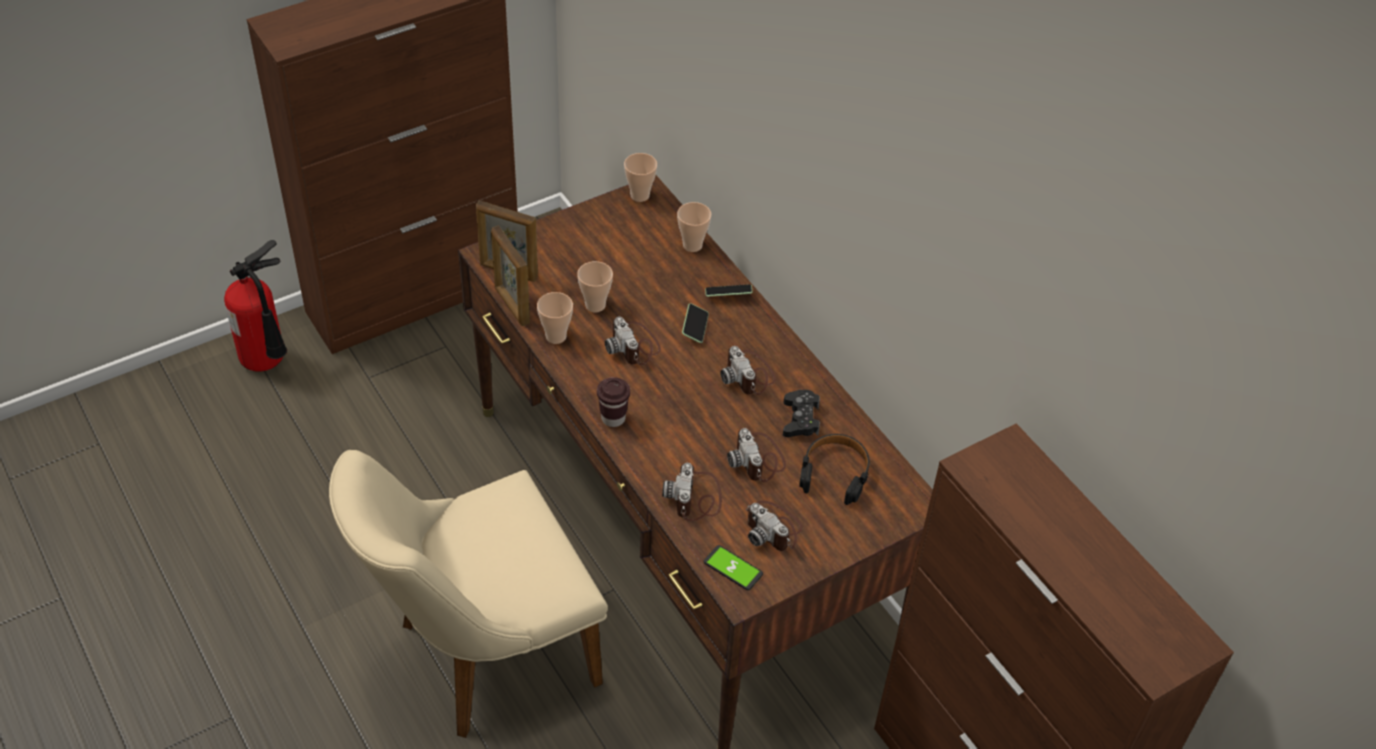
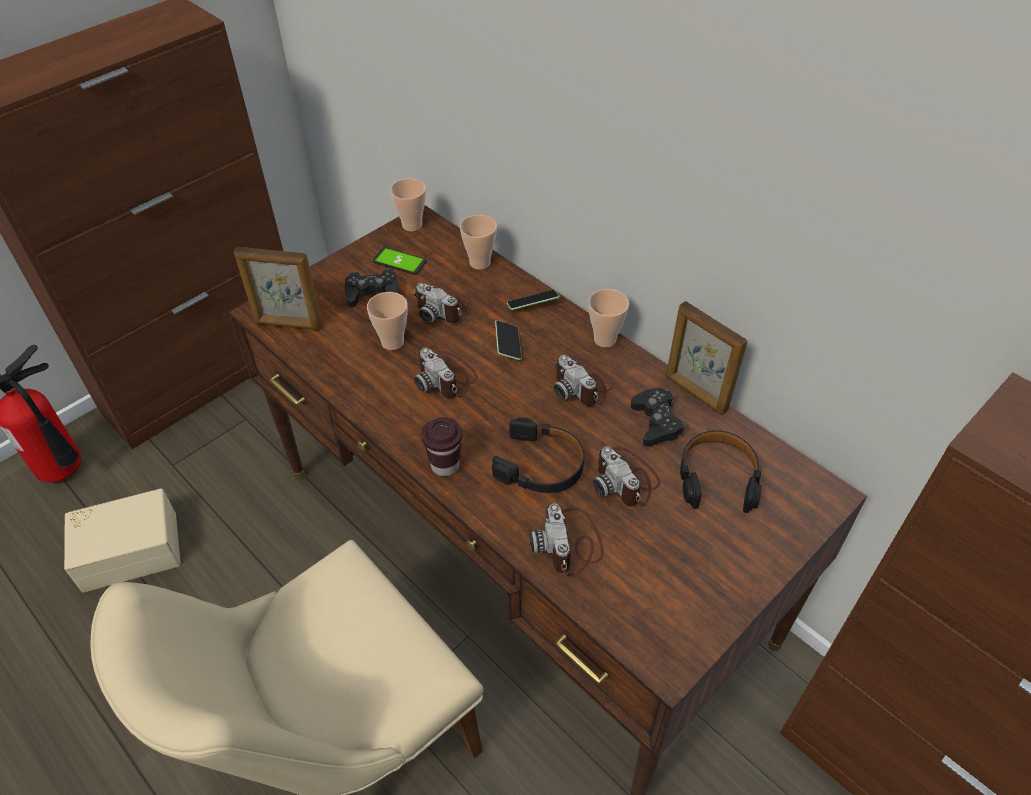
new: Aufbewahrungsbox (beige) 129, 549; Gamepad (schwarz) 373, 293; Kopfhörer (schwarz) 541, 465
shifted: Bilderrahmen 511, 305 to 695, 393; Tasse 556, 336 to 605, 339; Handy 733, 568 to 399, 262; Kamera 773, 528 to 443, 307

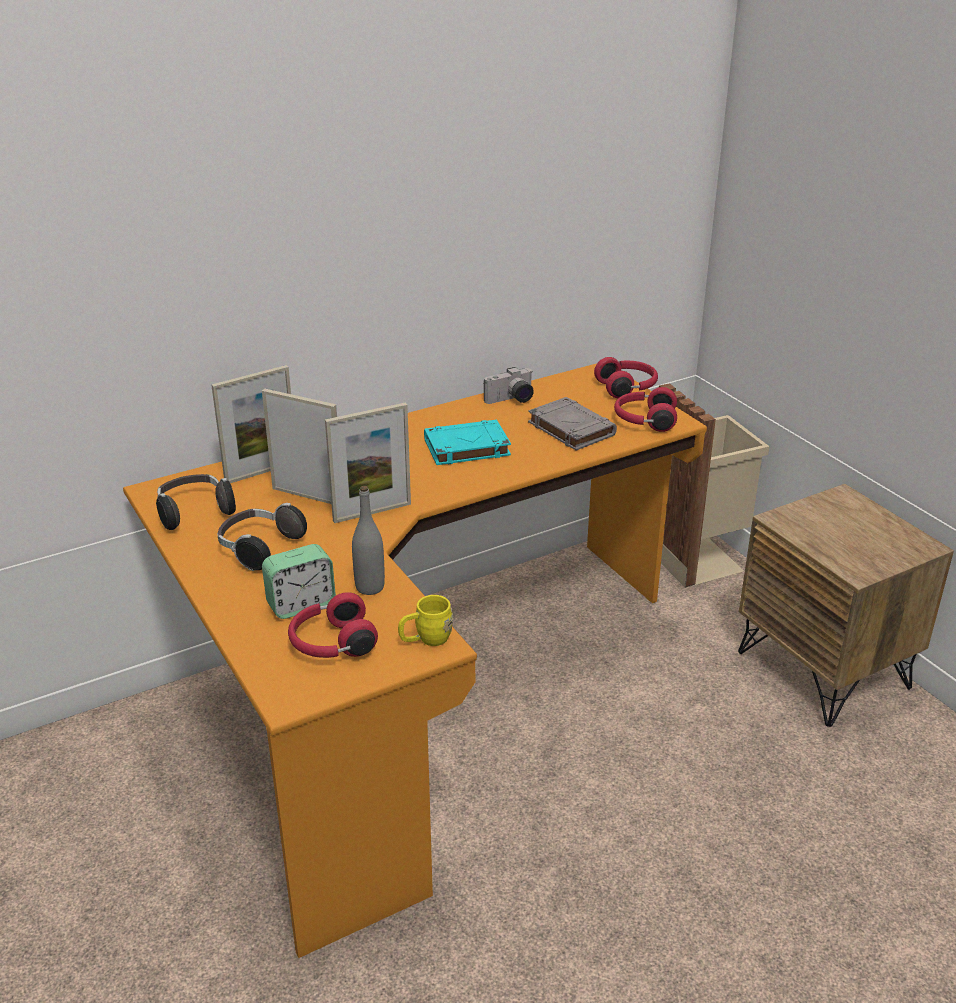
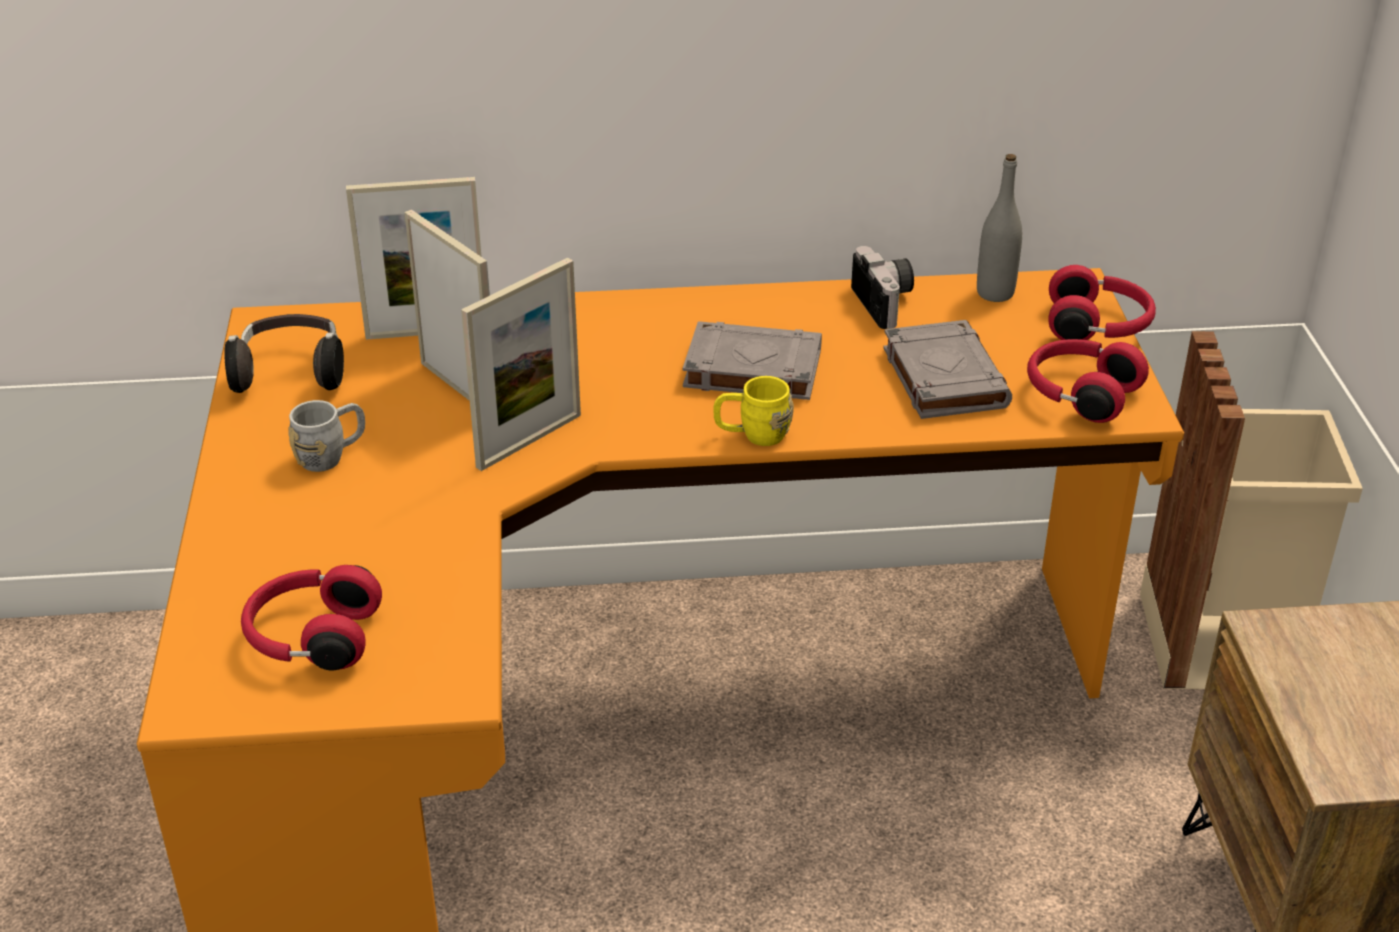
gone: Wecker 301, 604
shifted: Flasche (grau) 370, 587 to 995, 293; Henkelbecher (gelb) 426, 639 to 753, 435
swapped: Kopfhörer 259, 549 to Henkelbecher (grau) 331, 455
repainted: Buch (türkis) 466, 448 to Buch (grau) 751, 369
rotated: Bilderrahmen 372, 512 = 529, 441 45 degrees counterclockwise; Kamera 511, 400 = 887, 303 105 degrees counterclockwise

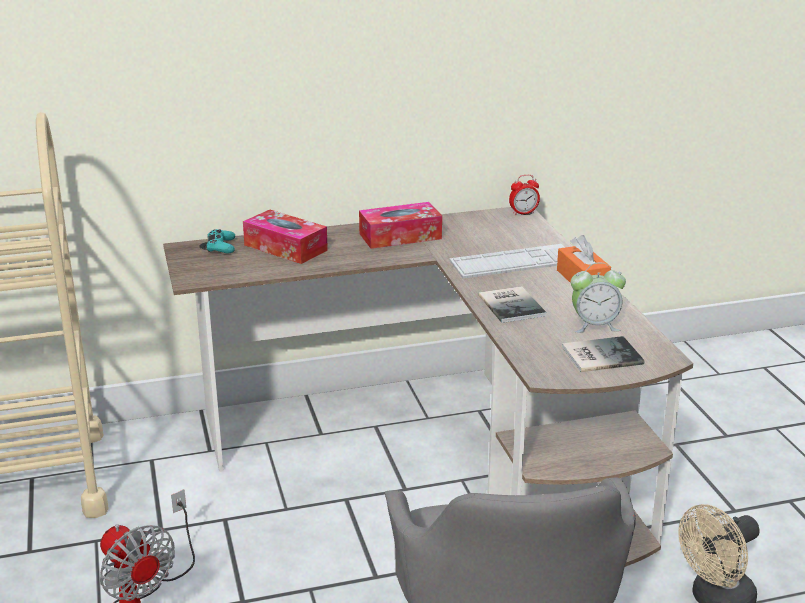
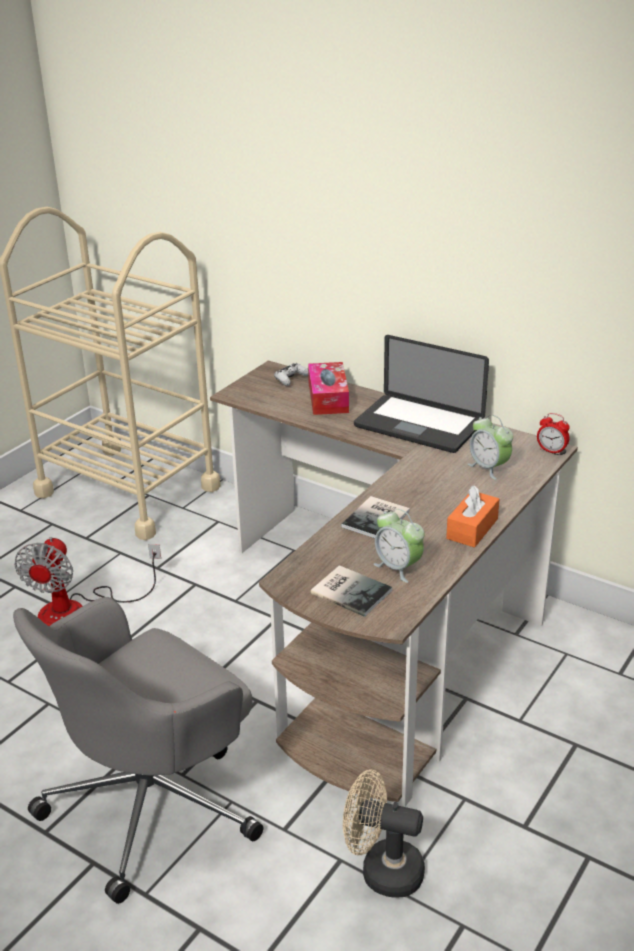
gone: Tastatur 513, 262
new: Wecker 489, 468
swapped: Taschentuchbox 400, 236 to Laptop 418, 425
repainted: Gamepad (türkis) 221, 247 to Gamepad (weiß) 291, 378

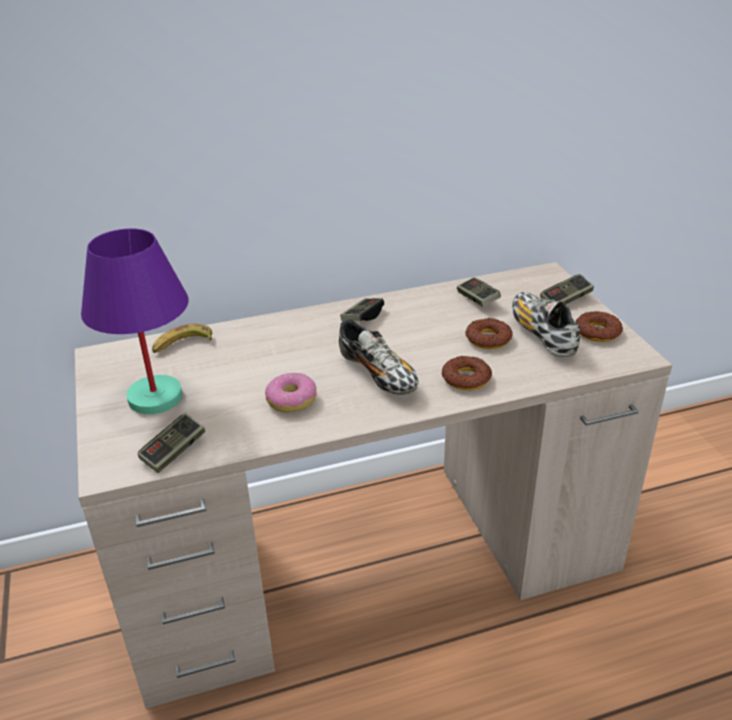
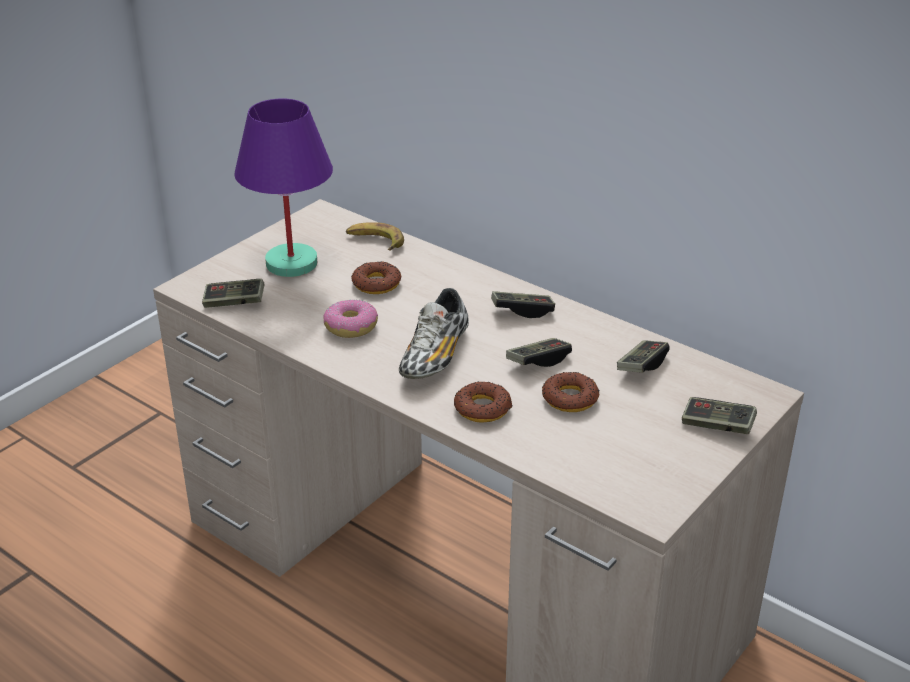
gone: Schuh 542, 334
new: Gamepad 538, 361
shifted: Donut 597, 332 to 376, 283

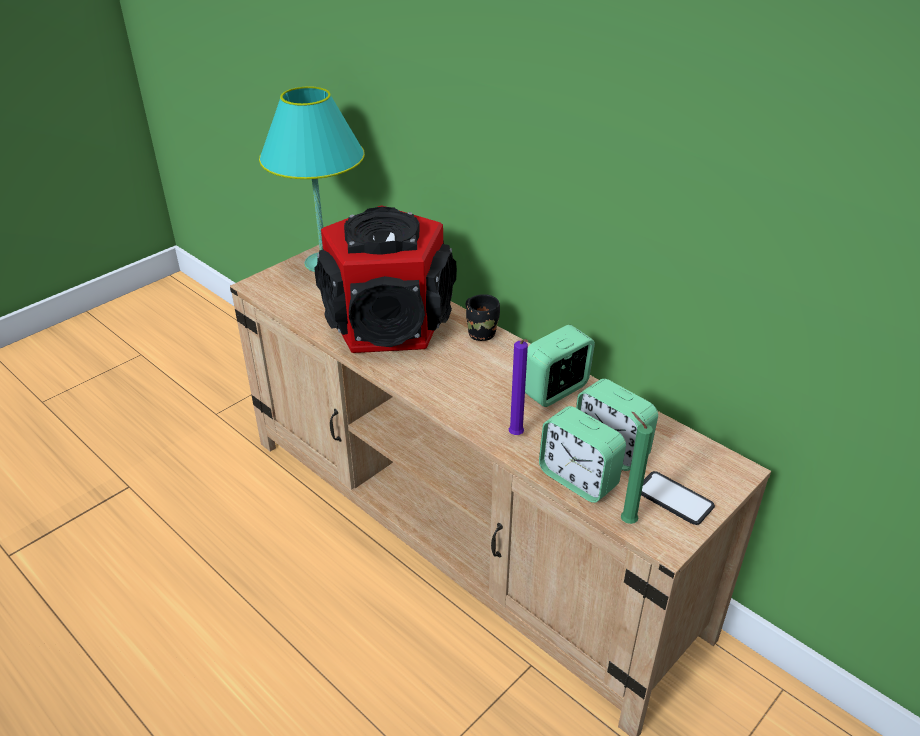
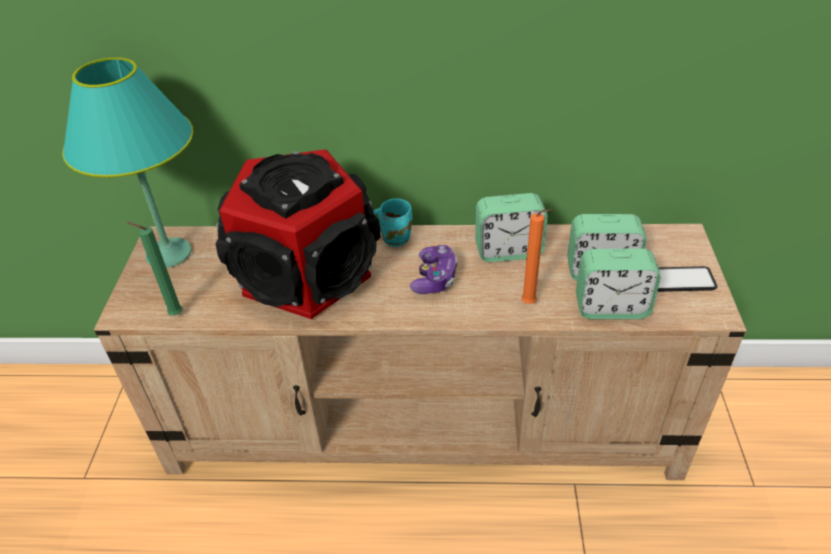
new: Gamepad 435, 278
shifted: Kerze (grün) 625, 521 to 174, 315
repainted: Henkelbecher (schwarz) 482, 333 to Henkelbecher (türkis) 394, 237; Kerze (lila) 516, 436 to Kerze (orange) 530, 304
rotated: Wecker 555, 390 = 508, 250 105 degrees counterclockwise

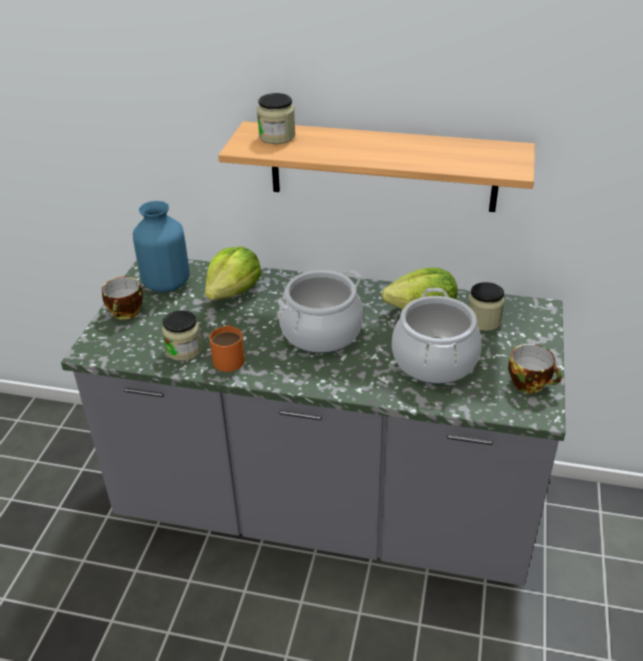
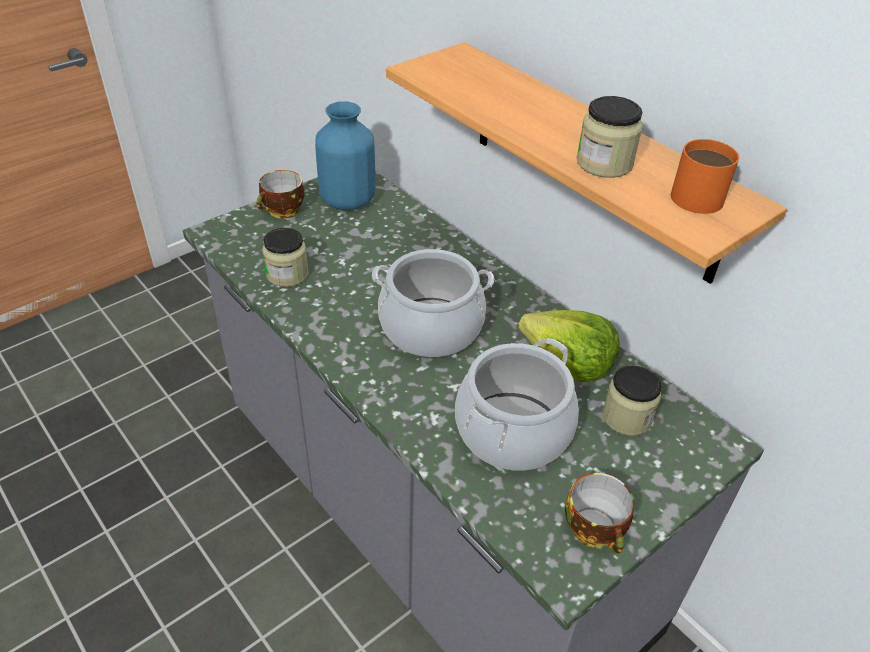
gone: Salatkopf 233, 291
shifted: Henkelbecher (orange) 229, 356 to 701, 193; Vorratsglas 277, 137 to 604, 163

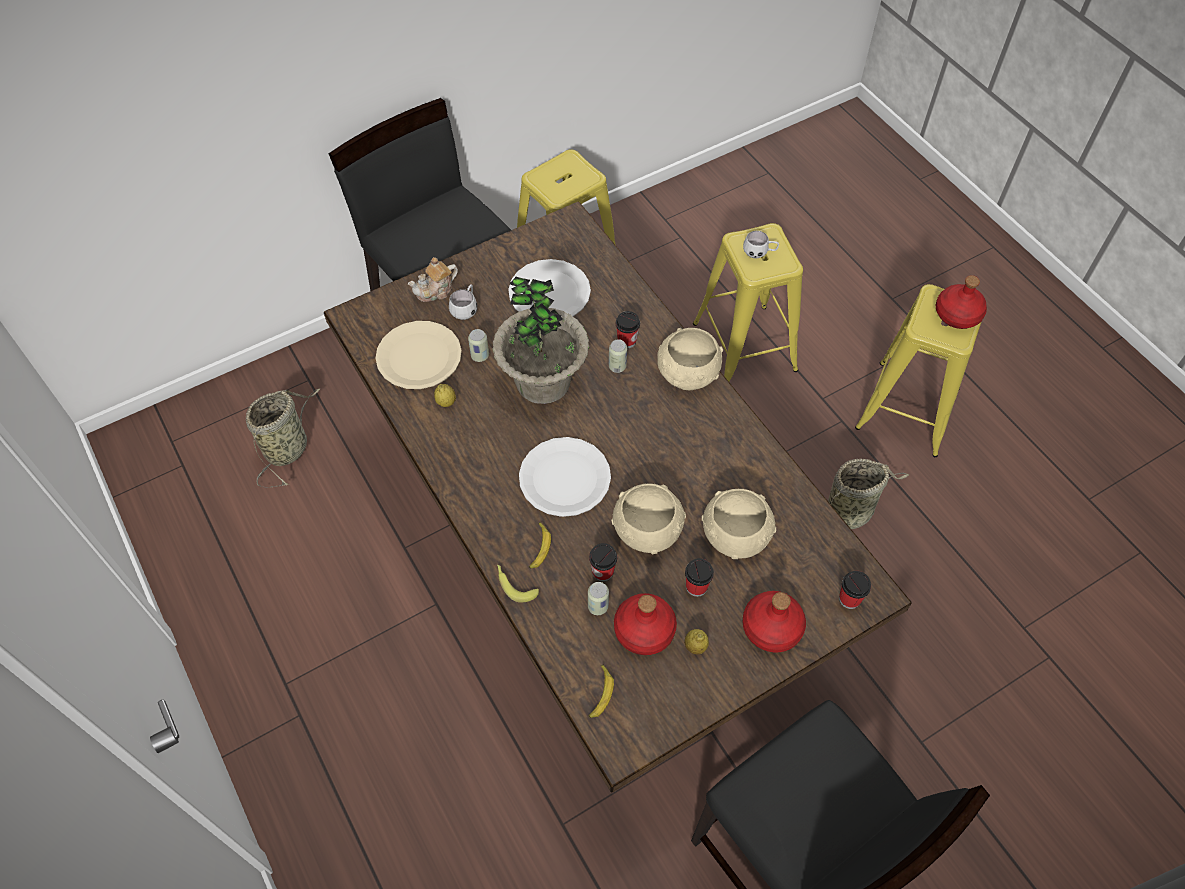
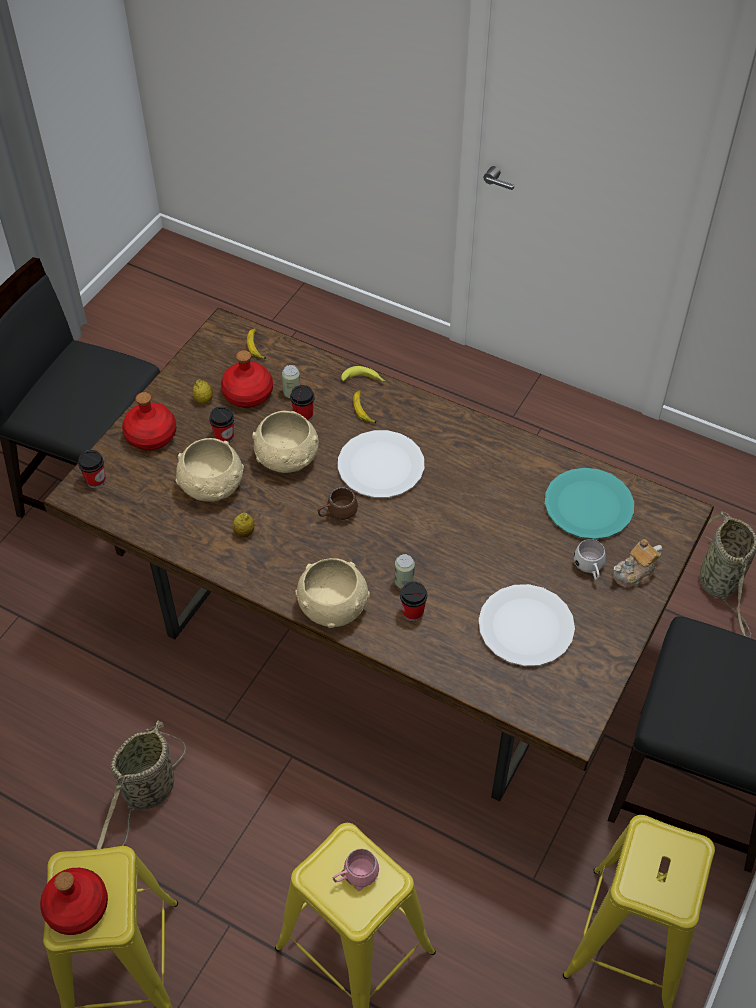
gone: Dose 480, 356; Topfpflanze 543, 382
new: Henkelbecher (braun) 337, 514
shifted: Zitrone 446, 402 to 244, 533
repainted: Teller (beige) 419, 356 to Teller (türkis) 589, 505; Henkelbecher (weiß) 759, 253 to Henkelbecher (rosa) 355, 876
rotated: Teekanne 435, 291 = 635, 574 150 degrees counterclockwise

